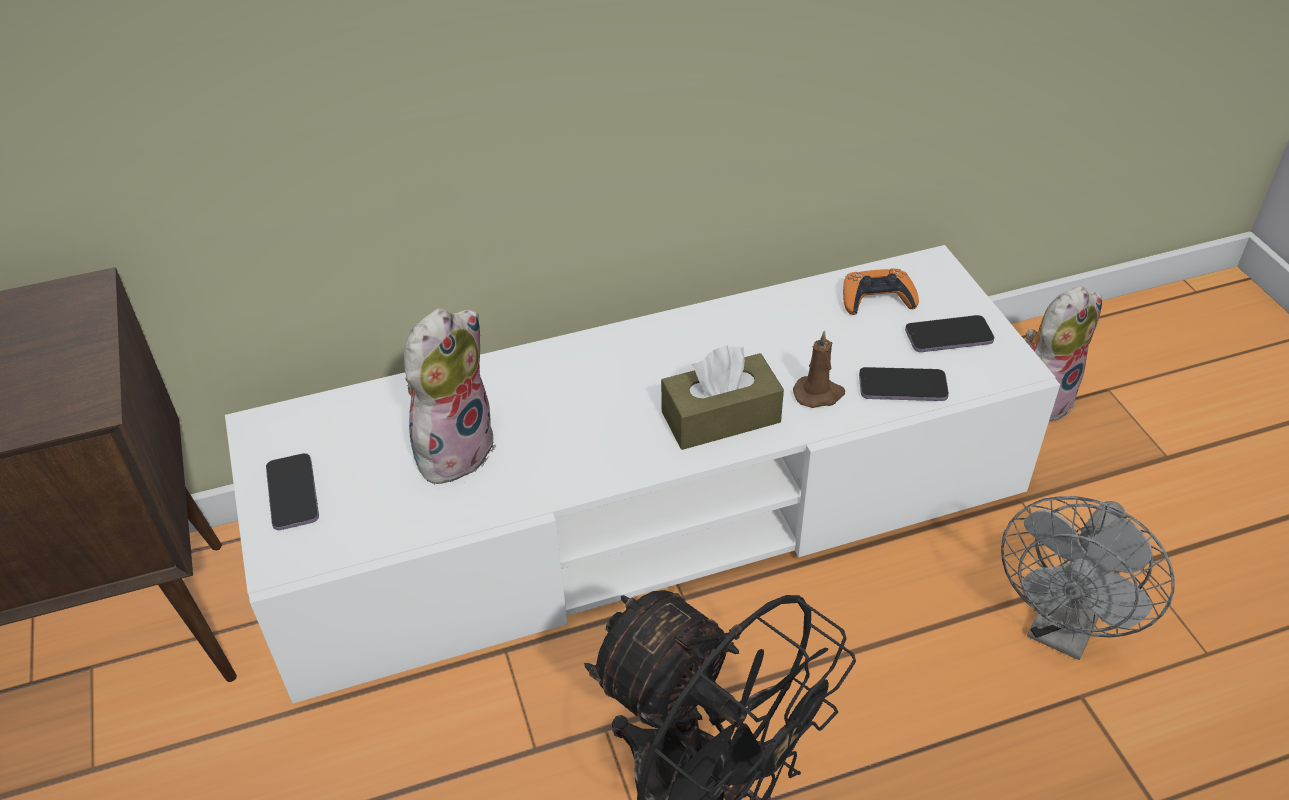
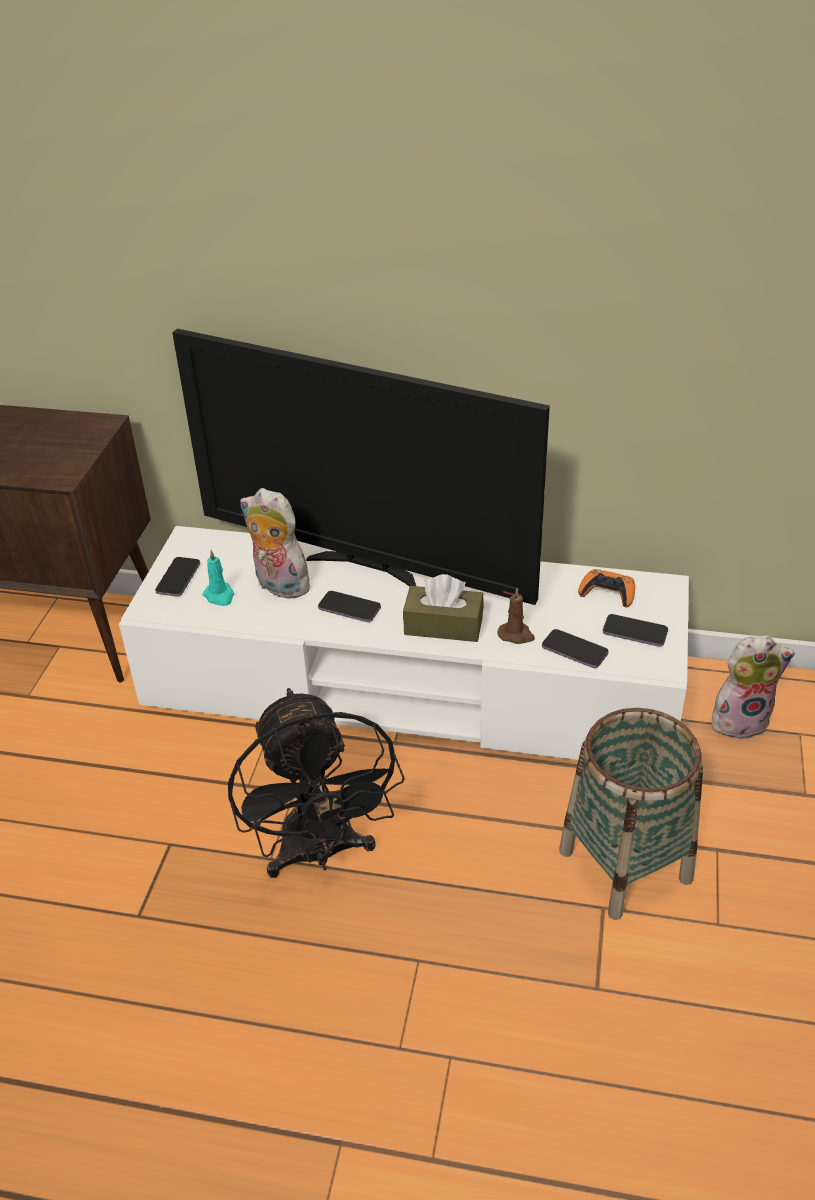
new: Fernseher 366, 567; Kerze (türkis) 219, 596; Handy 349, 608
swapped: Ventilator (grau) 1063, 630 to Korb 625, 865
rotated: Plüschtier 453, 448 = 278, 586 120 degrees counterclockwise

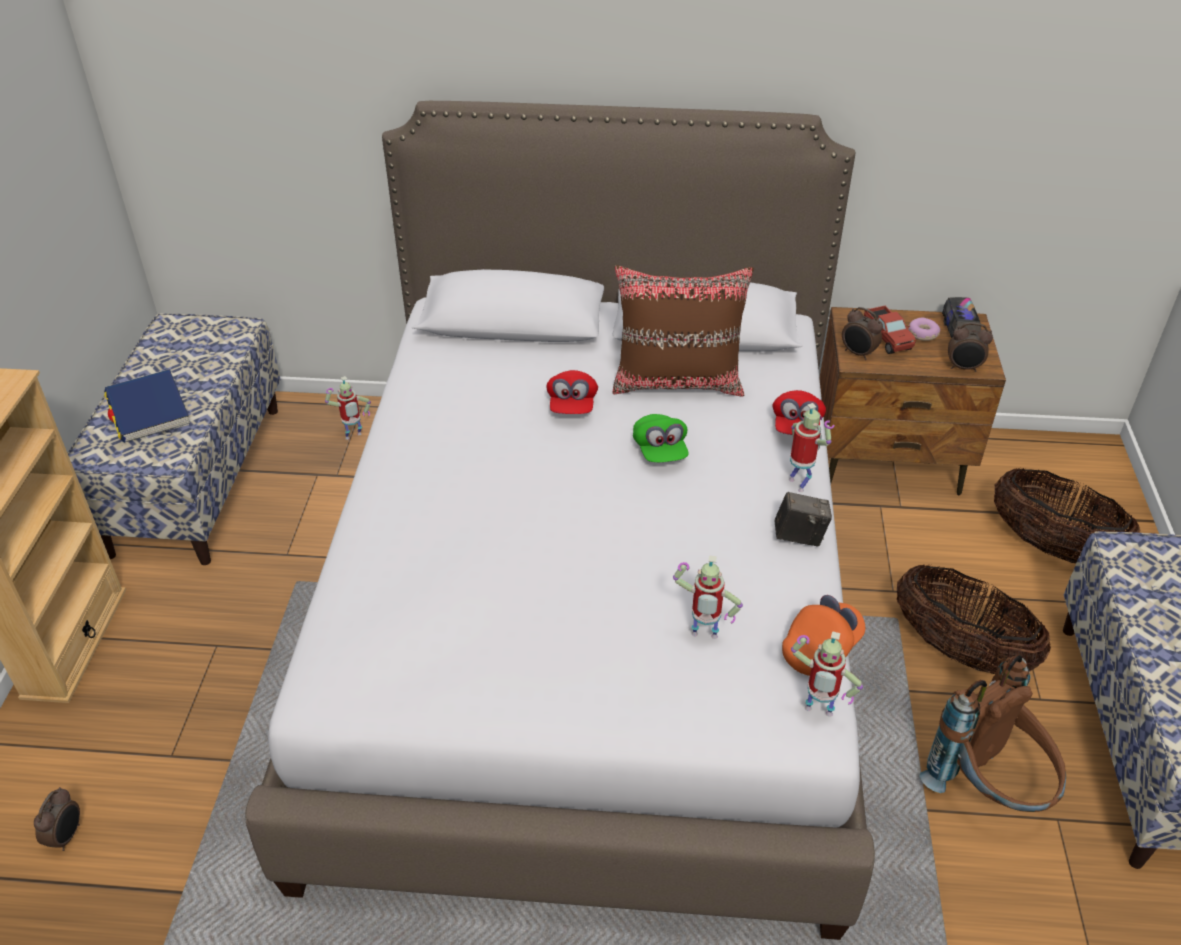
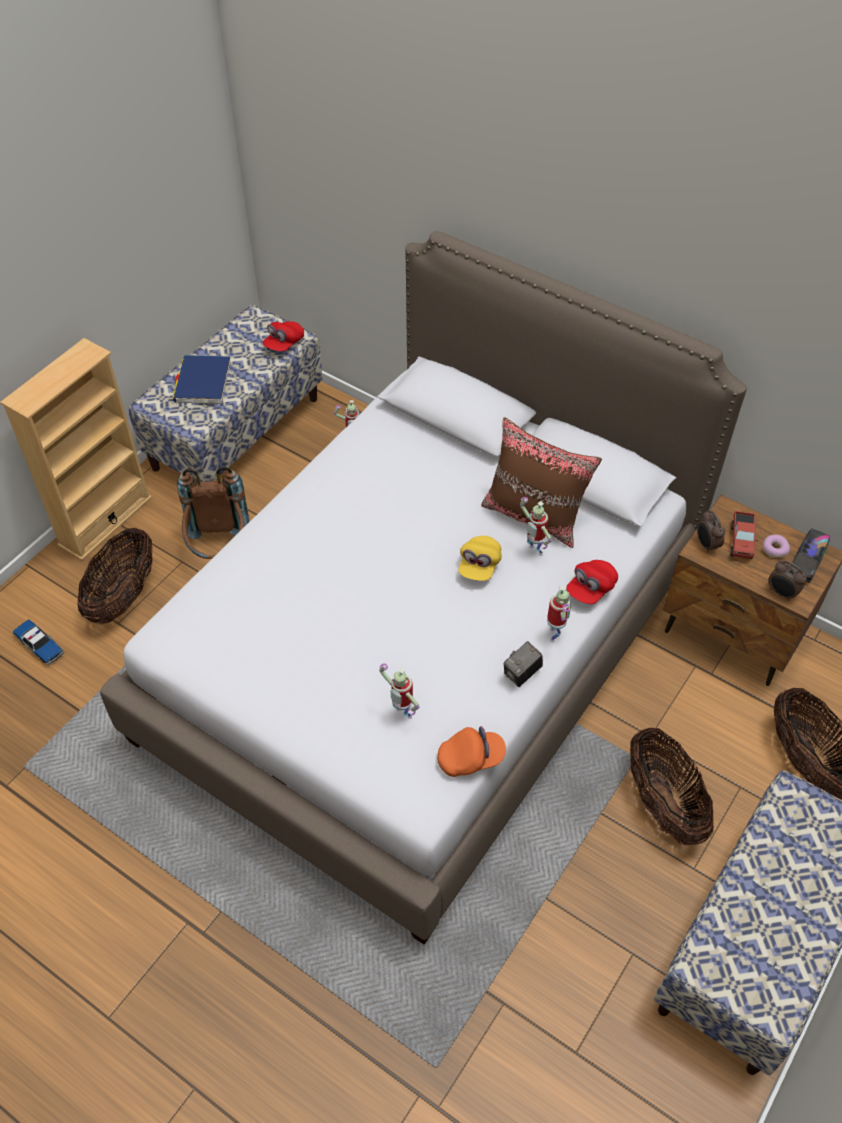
new: Korb 123, 596
shifted: Kappe (rot) 572, 405 to 284, 344; Spielzeugroboter 816, 714 to 533, 551; Rucksack (braun) 988, 791 to 219, 550
swapped: Wecker 67, 836 to Spielzeugauto 39, 645
repainted: Kappe (grün) 660, 451 to Kappe (gelb) 479, 565
rotated: Kamera 799, 536 = 522, 674 105 degrees clockwise

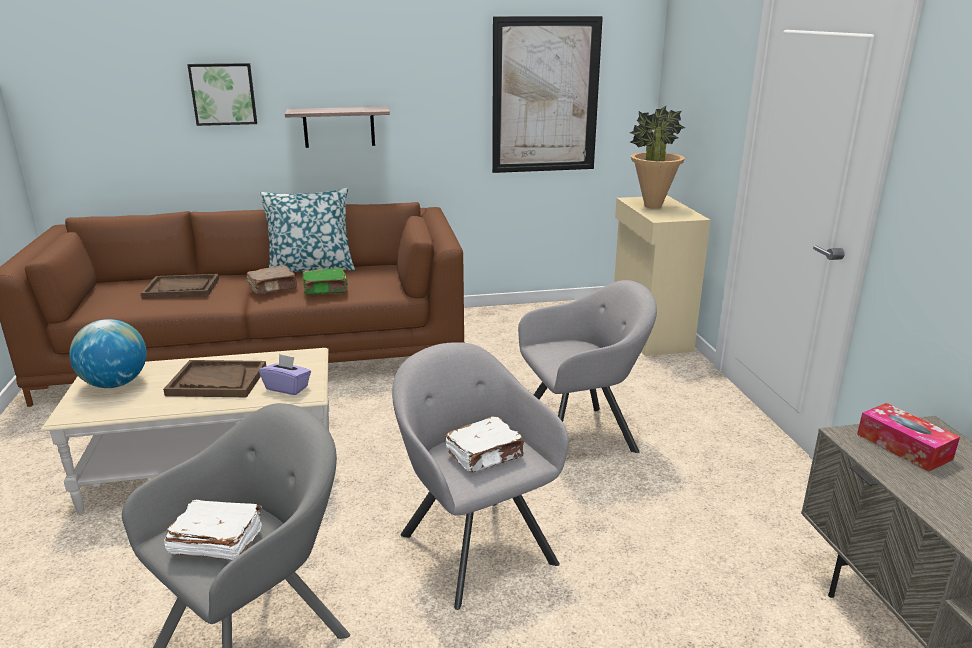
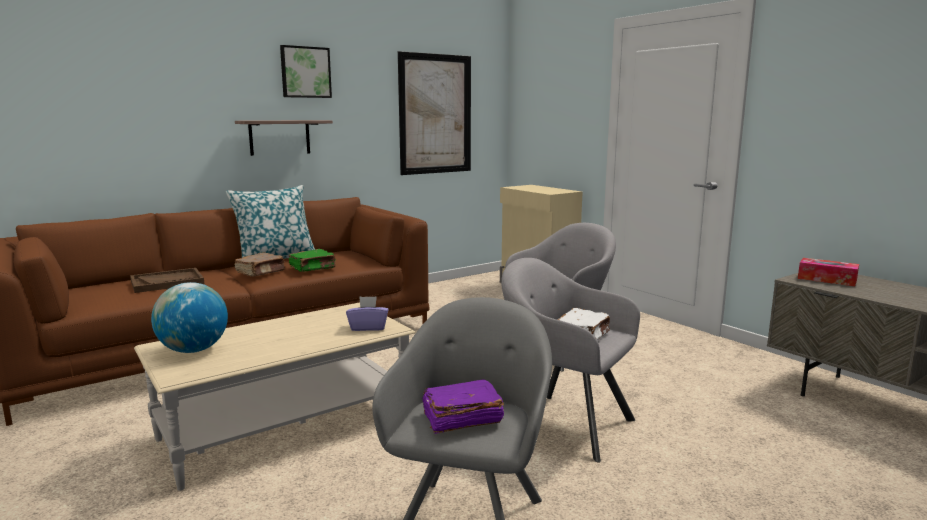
gone: Tablett (braun) 217, 381; Topfpflanze 652, 206
shifted: Bild 223, 94 to 305, 72
repainted: Buch (weiß) 216, 542 to Buch (lila) 461, 419

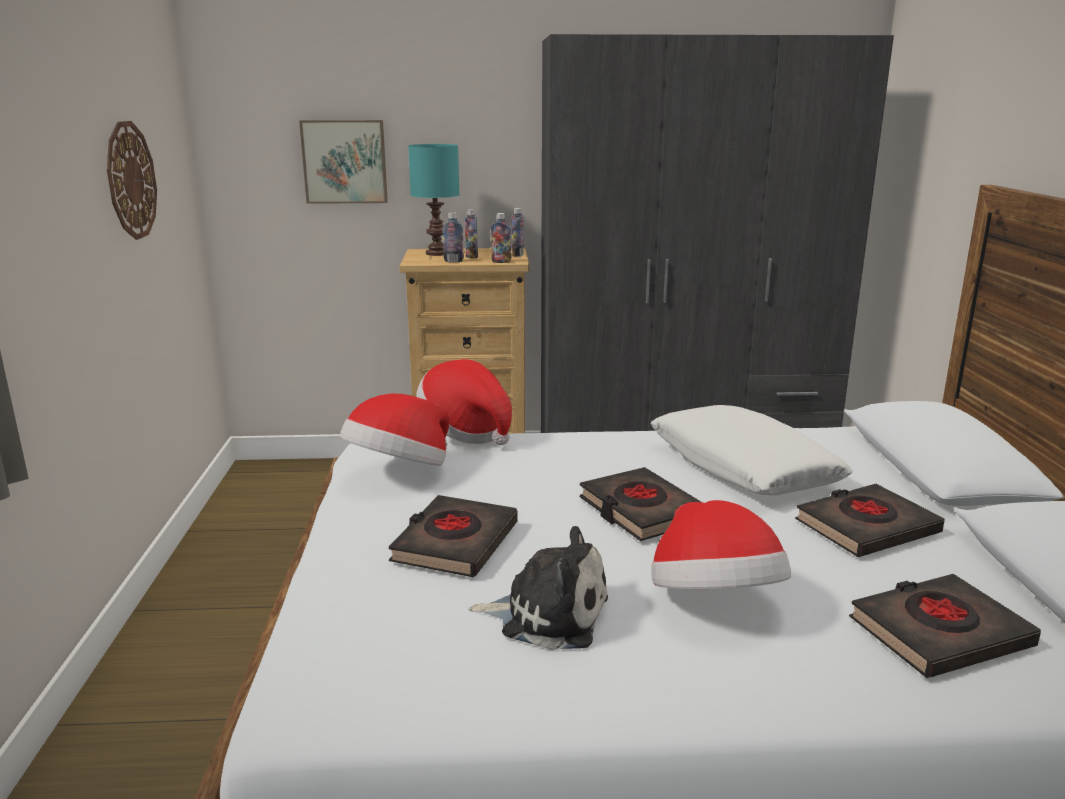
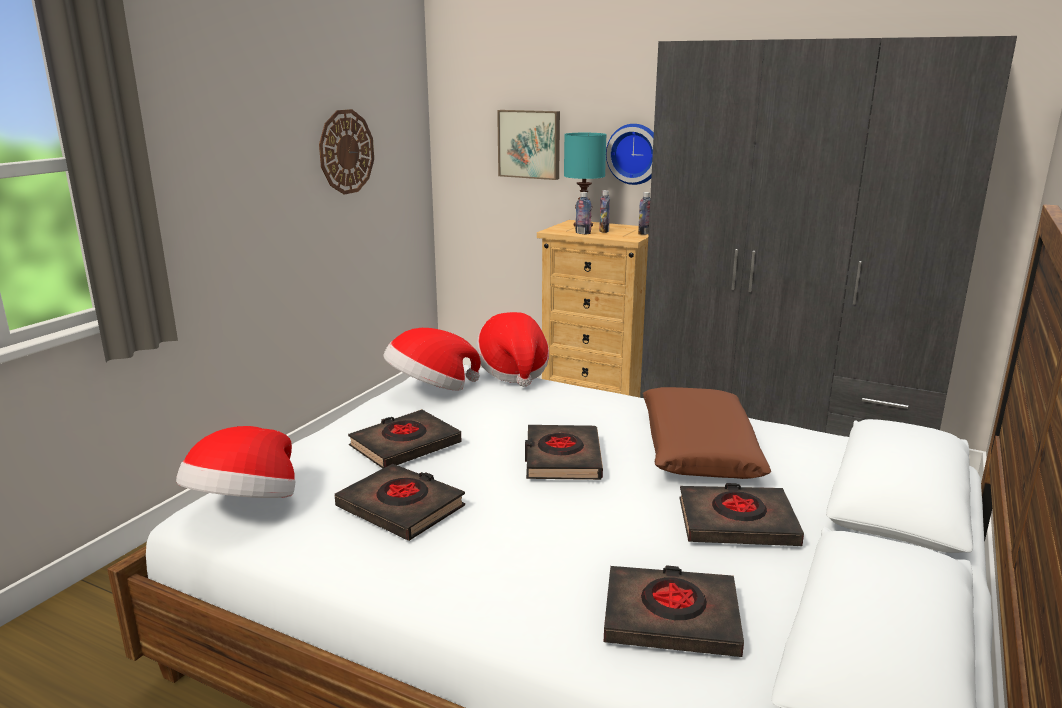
gone: Flasche 501, 262
new: Wanduhr 635, 154
shifted: Hut 714, 601 to 245, 507
swapped: Plüschtier 548, 615 to Buch (schwarz) 401, 508
repainted: Kissen (weiß) 742, 467 to Kissen (braun) 698, 448

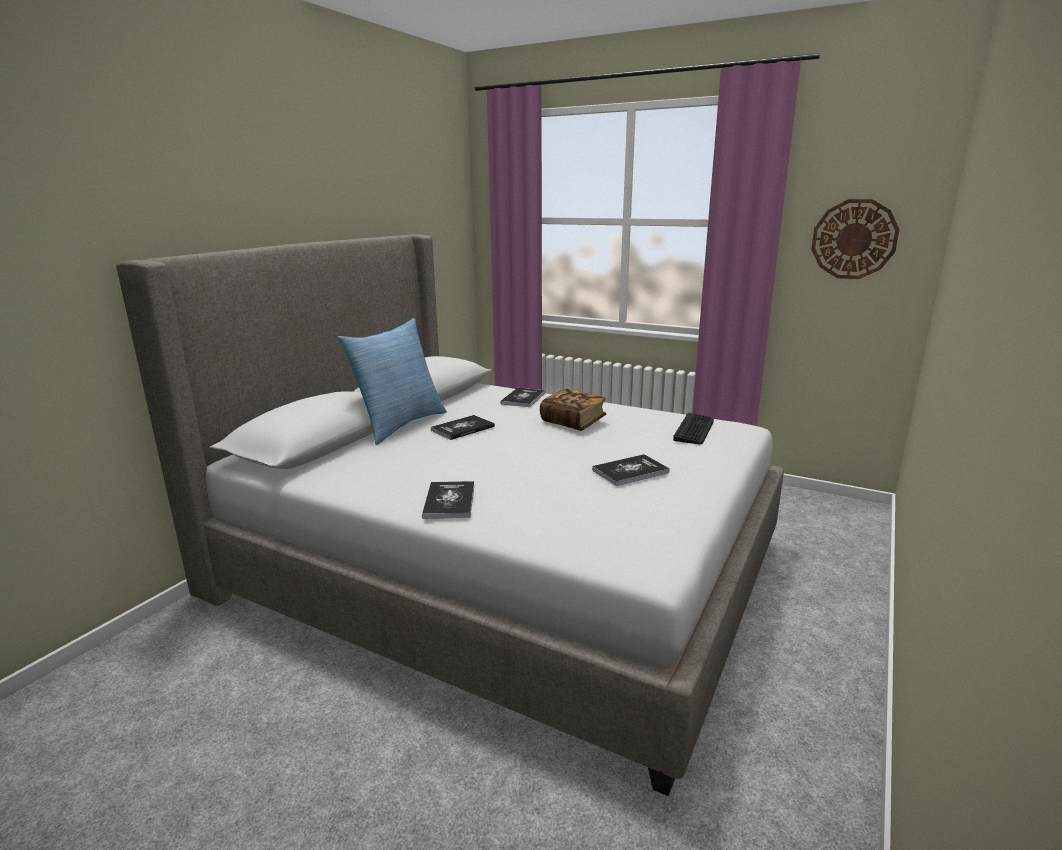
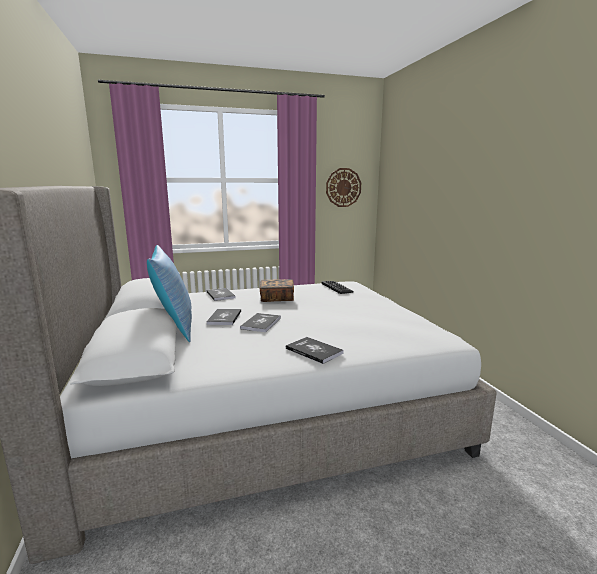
shifted: Buch 630, 471 to 261, 323

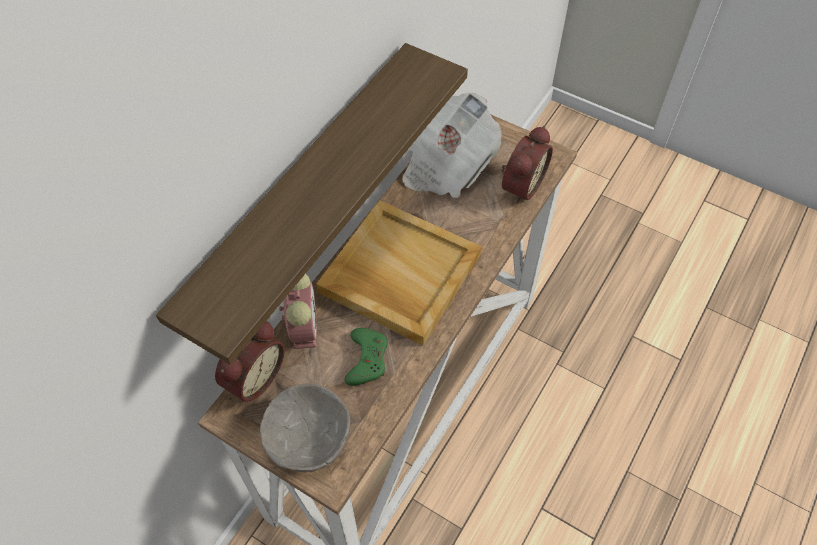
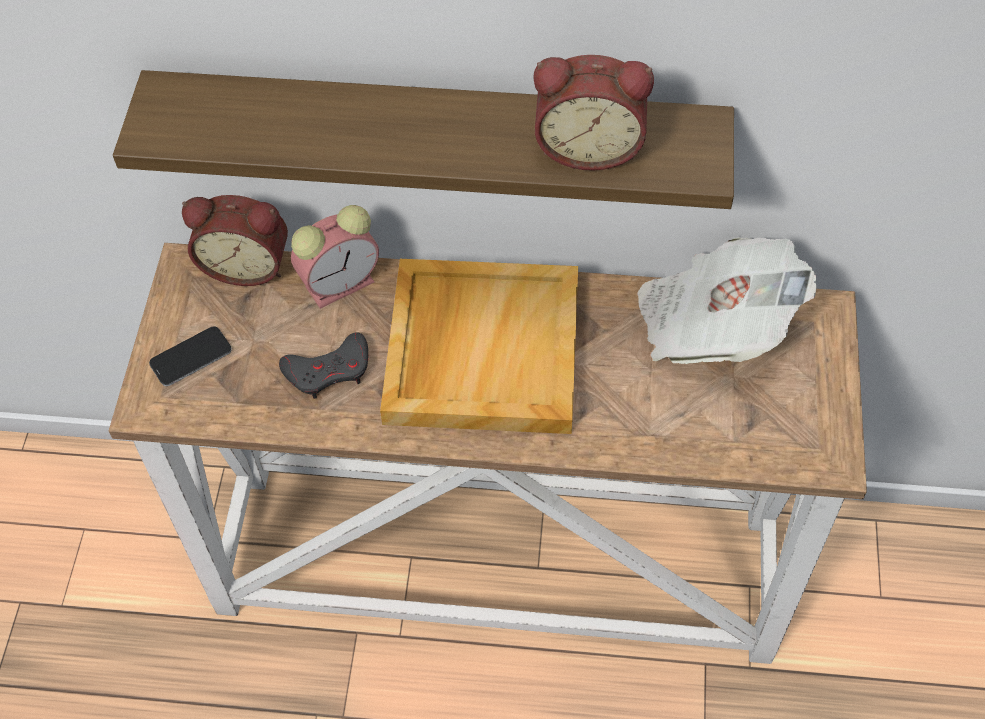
shifted: Wecker 520, 185 to 589, 146
swapped: Schüssel (grau) 308, 437 to Handy 191, 357
repainted: Gamepad (grün) 367, 359 to Gamepad (grau) 329, 370

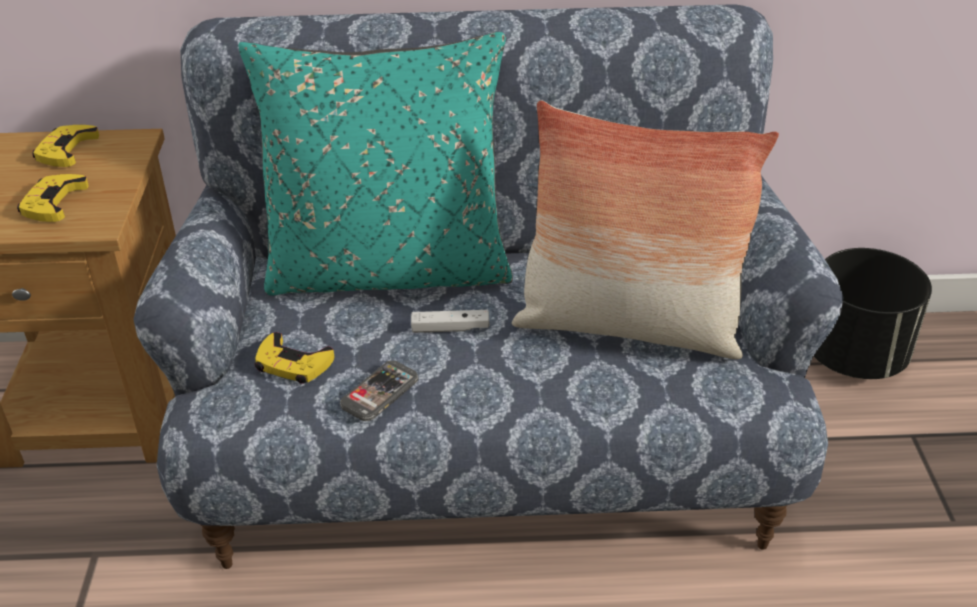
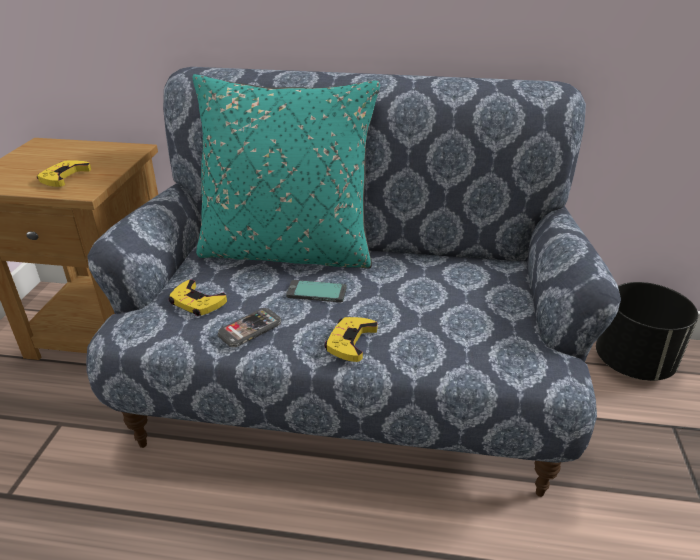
gone: Kissen 628, 326
shifted: Gamepad (gelb) 66, 150 to 350, 342
swapped: Gamepad (weiß) 450, 328 to Handy 316, 292

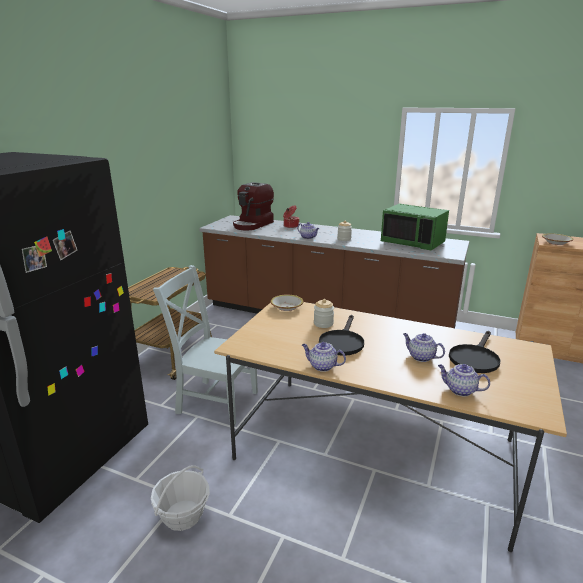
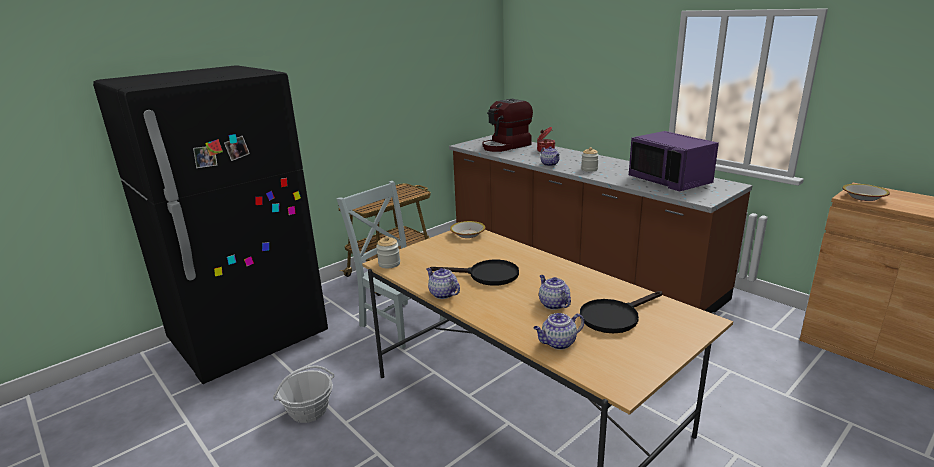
shifted: Vorratsglas 323, 323 to 389, 264
repainted: Mikrowelle (grün) 413, 242 to Mikrowelle (lila) 670, 180
rotated: Pfanne (schwarz) 342, 342 = 486, 275 120 degrees counterclockwise; Teekanne 460, 390 = 558, 343 75 degrees counterclockwise

